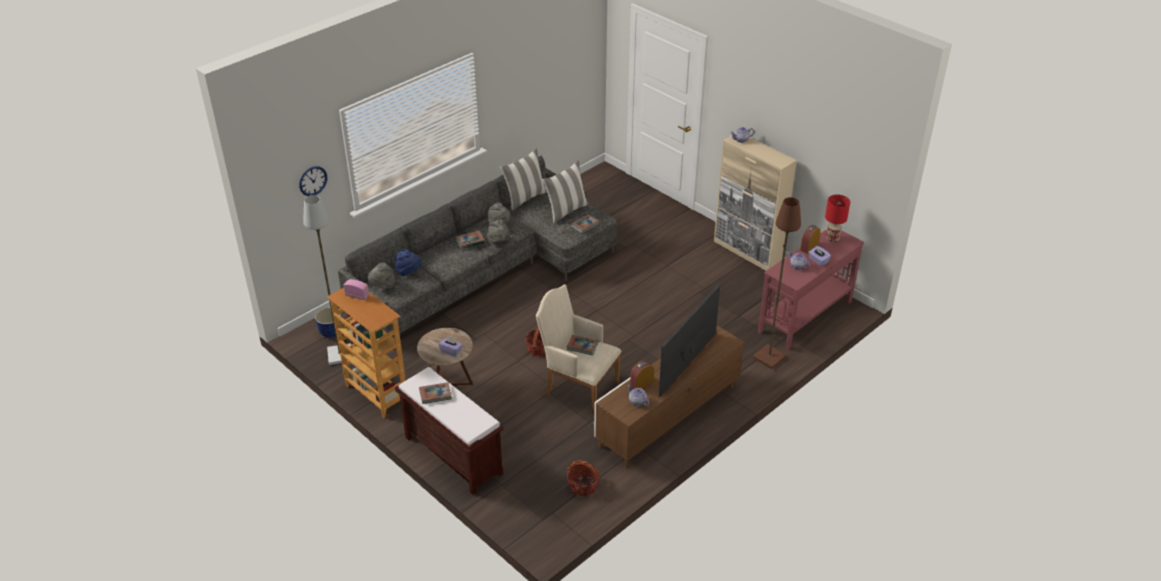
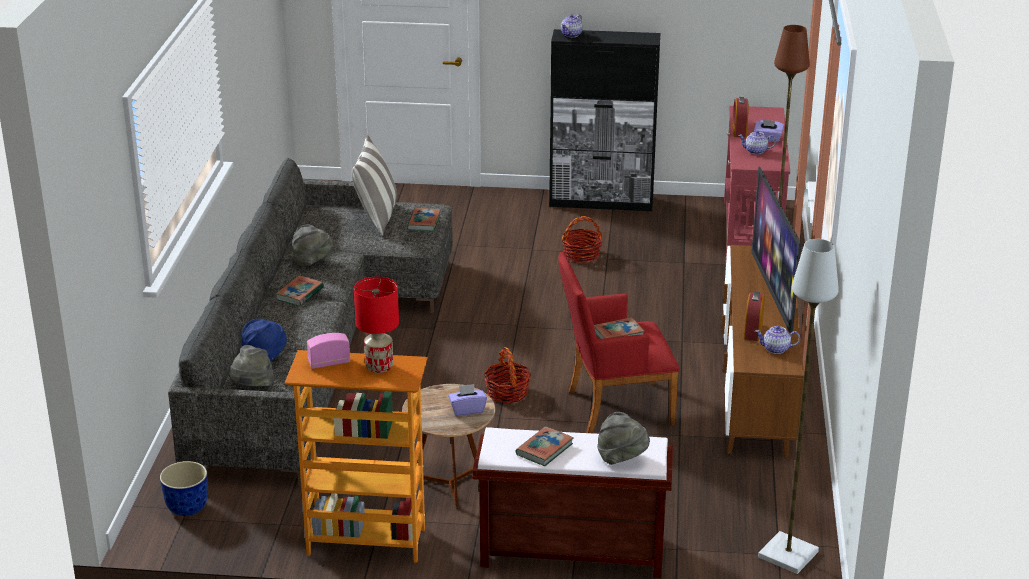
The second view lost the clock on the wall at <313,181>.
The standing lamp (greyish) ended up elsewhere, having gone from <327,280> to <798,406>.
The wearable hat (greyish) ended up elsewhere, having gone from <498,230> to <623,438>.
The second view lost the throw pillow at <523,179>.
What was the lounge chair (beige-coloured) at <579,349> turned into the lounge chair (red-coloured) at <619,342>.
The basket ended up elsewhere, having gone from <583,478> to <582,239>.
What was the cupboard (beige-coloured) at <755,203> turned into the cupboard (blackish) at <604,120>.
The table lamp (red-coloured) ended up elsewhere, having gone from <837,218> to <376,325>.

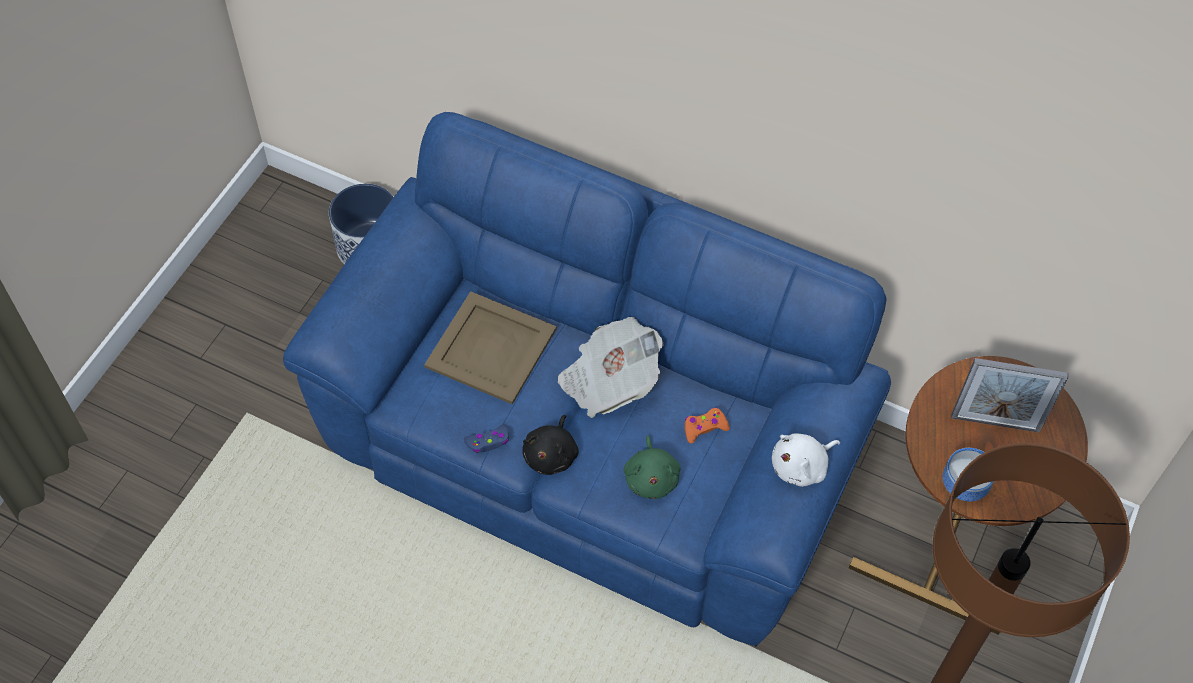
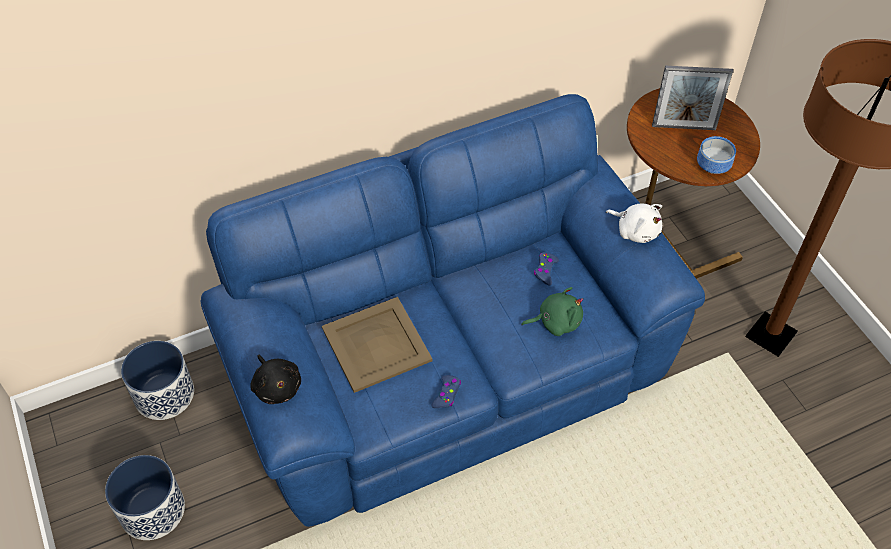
The cuddly toy (blackish) ended up elsewhere, having gone from <550,445> to <275,379>.
The second view lost the daily paper at <611,367>.
The cuddly toy (greenish) at <652,467> ended up facing another way, 45 degrees counterclockwise from before.
What was the joypad (orangey) at <707,426> turned into the joypad (blue) at <546,269>.
The cuddly toy (whitish) at <806,460> ended up facing another way, 60 degrees counterclockwise from before.
The standing frame at <1010,395> ended up facing another way, 45 degrees clockwise from before.
The second view gained the plant pot at <145,497>.

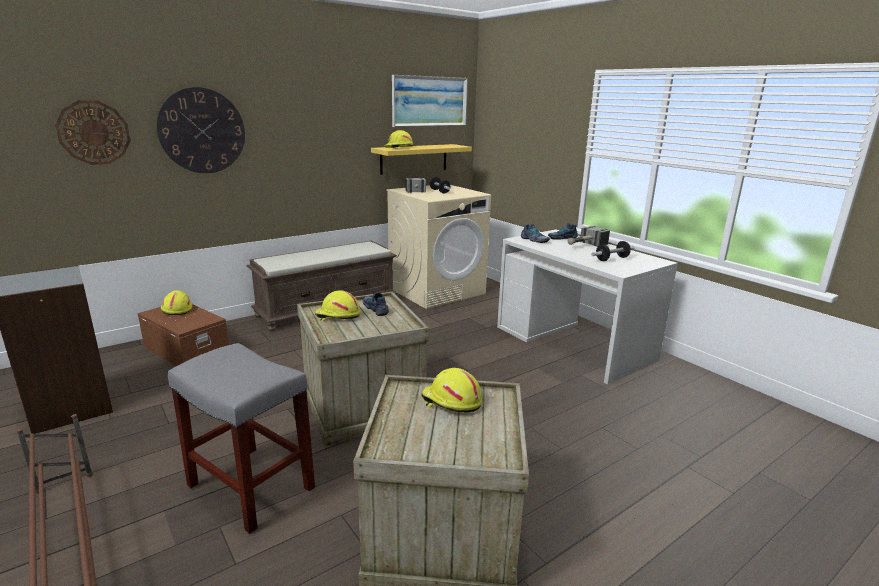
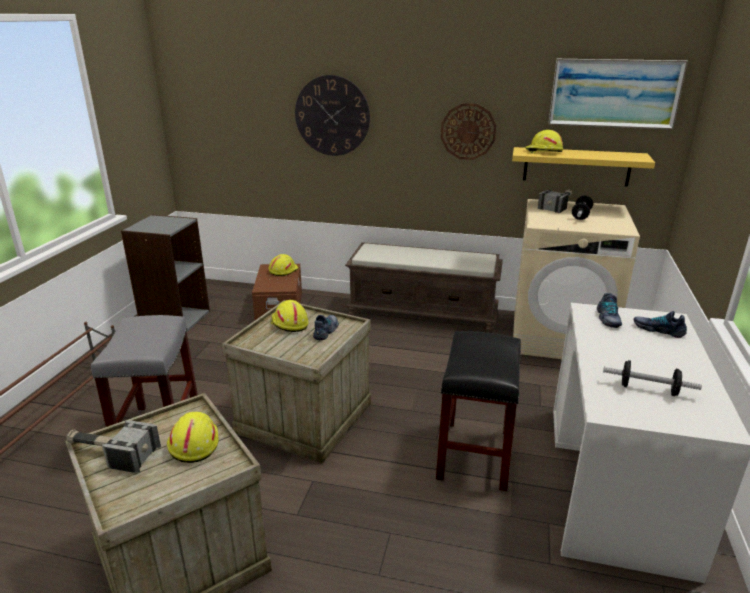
The clock on the wall ended up elsewhere, having gone from <93,132> to <469,131>.
The hammer ended up elsewhere, having gone from <588,236> to <113,446>.
The second view gained the stool seat (blackish) at <478,411>.

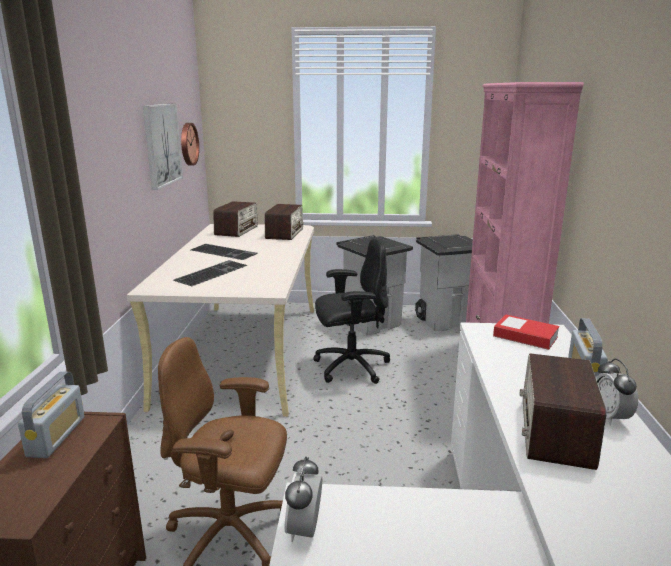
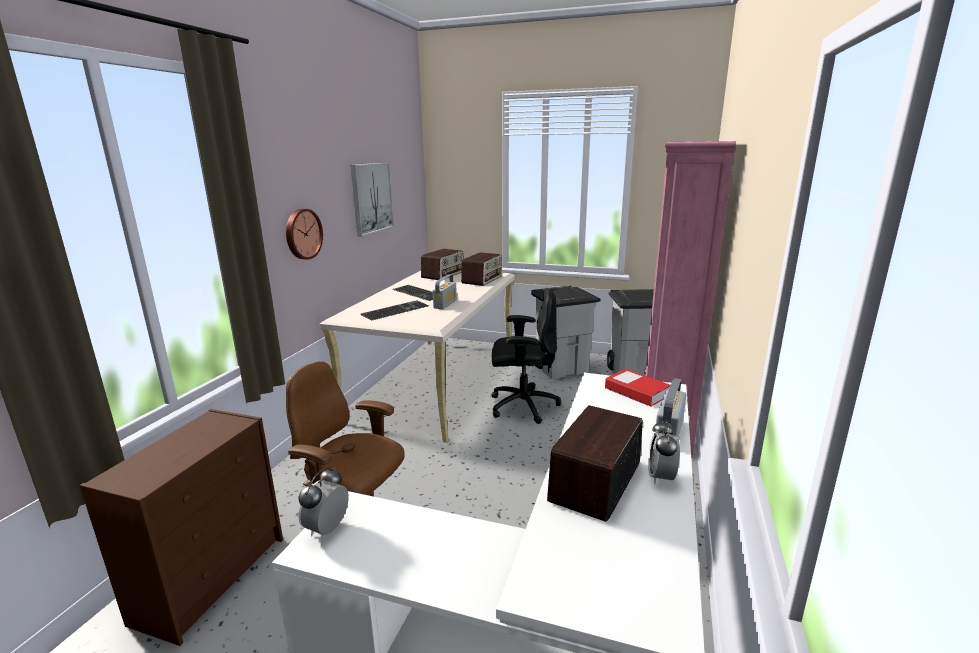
The radio ended up elsewhere, having gone from <51,414> to <445,291>.
The clock on the wall ended up elsewhere, having gone from <190,144> to <304,234>.

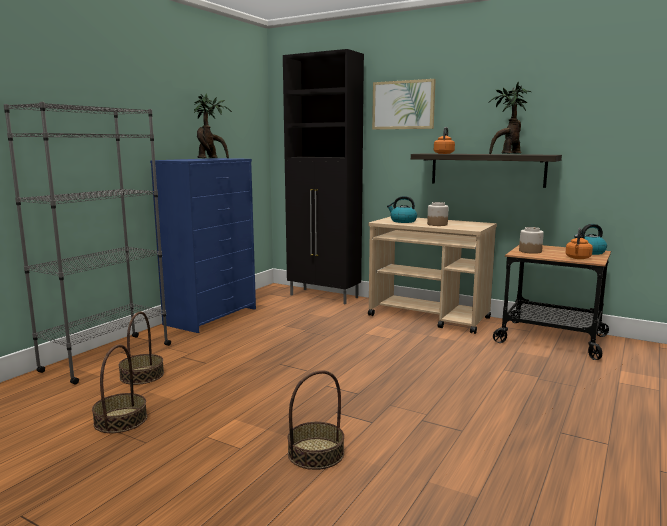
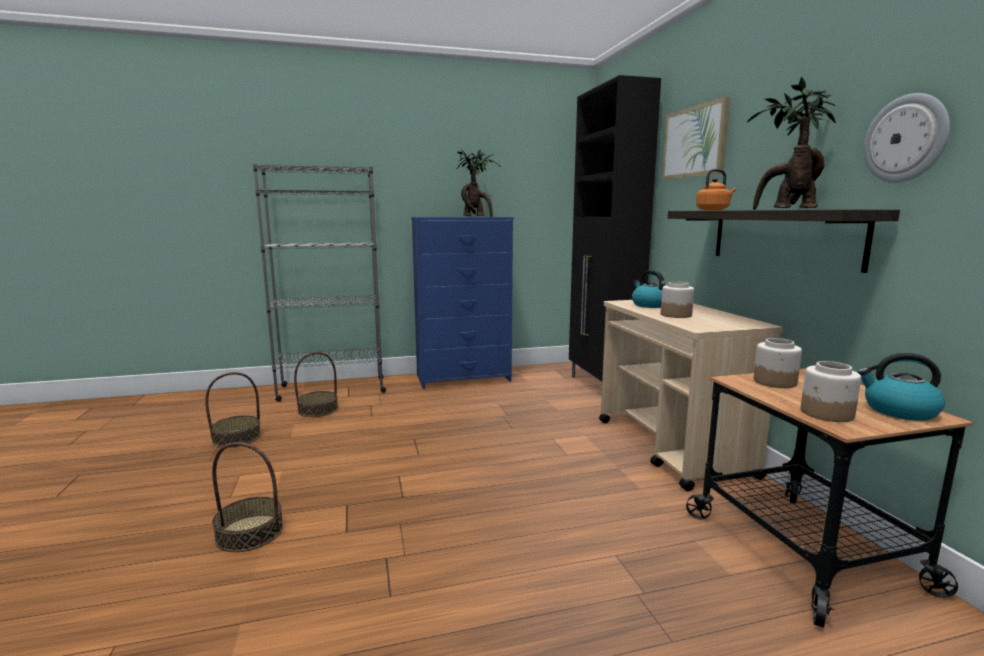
Where the tea kettle (orangey) stood at <579,243>, the preserve jar came to stand at <831,391>.
The second view gained the clock on the wall at <907,138>.

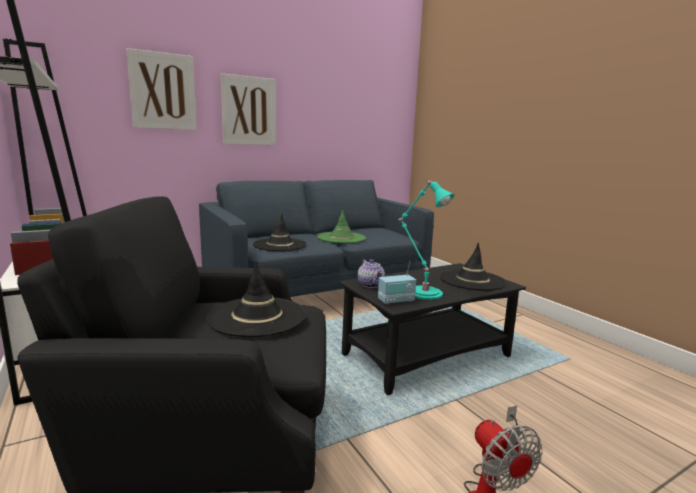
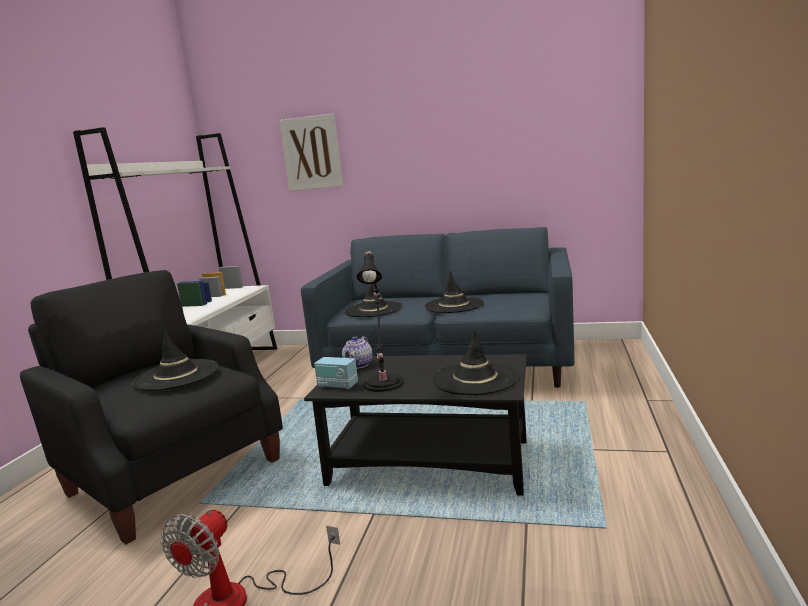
The second view lost the picture at <248,109>.
What was the wearable hat (greenish) at <342,226> turned into the wearable hat (blackish) at <454,292>.
What was the table lamp (turquoise) at <425,240> turned into the table lamp (blackish) at <380,321>.

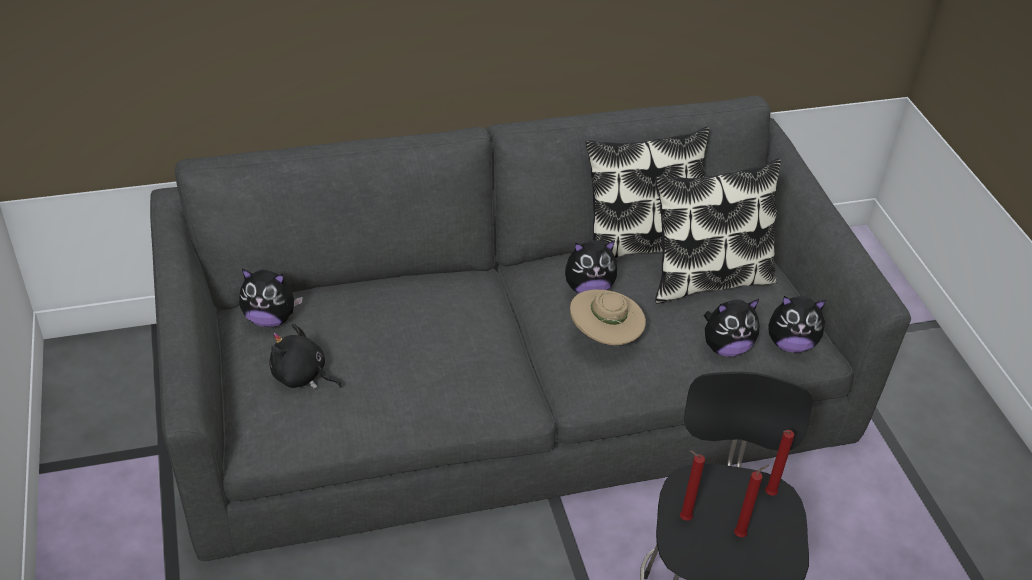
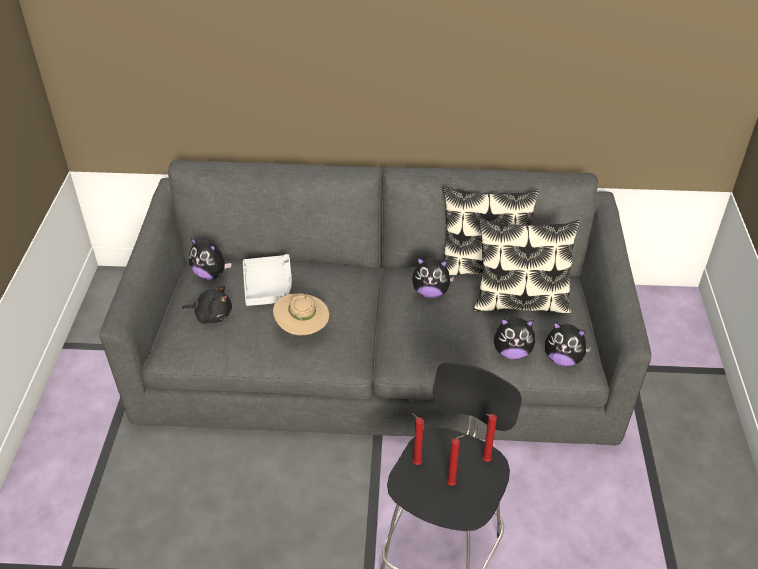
The cuddly toy (blackish) at <306,356> ended up facing another way, 150 degrees clockwise from before.
The wearable hat (beige-coloured) ended up elsewhere, having gone from <608,317> to <301,314>.
The second view gained the carrying tray (greyish) at <267,280>.

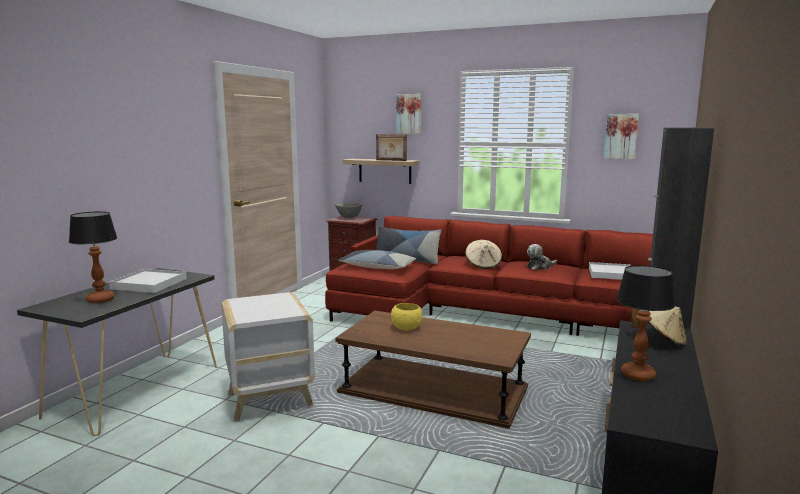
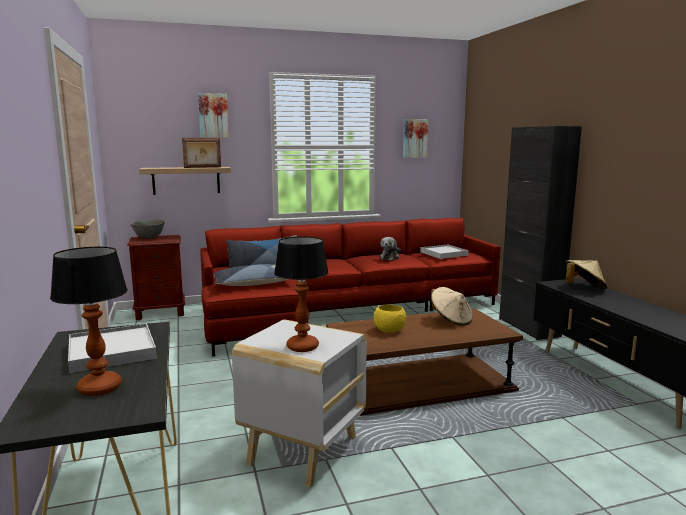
The wearable hat (beige-coloured) ended up elsewhere, having gone from <483,254> to <452,306>.
The table lamp ended up elsewhere, having gone from <645,323> to <301,294>.

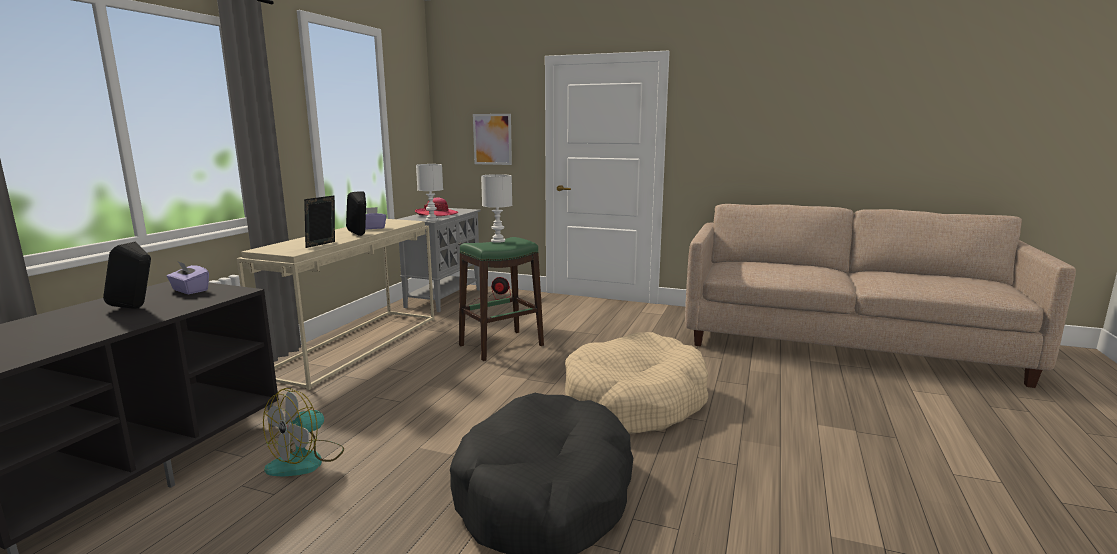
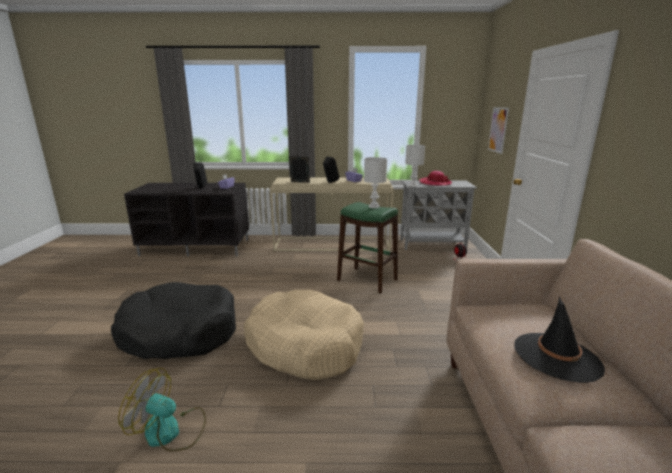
The electric fan ended up elsewhere, having gone from <303,432> to <162,410>.
The second view gained the wearable hat (blackish) at <559,340>.

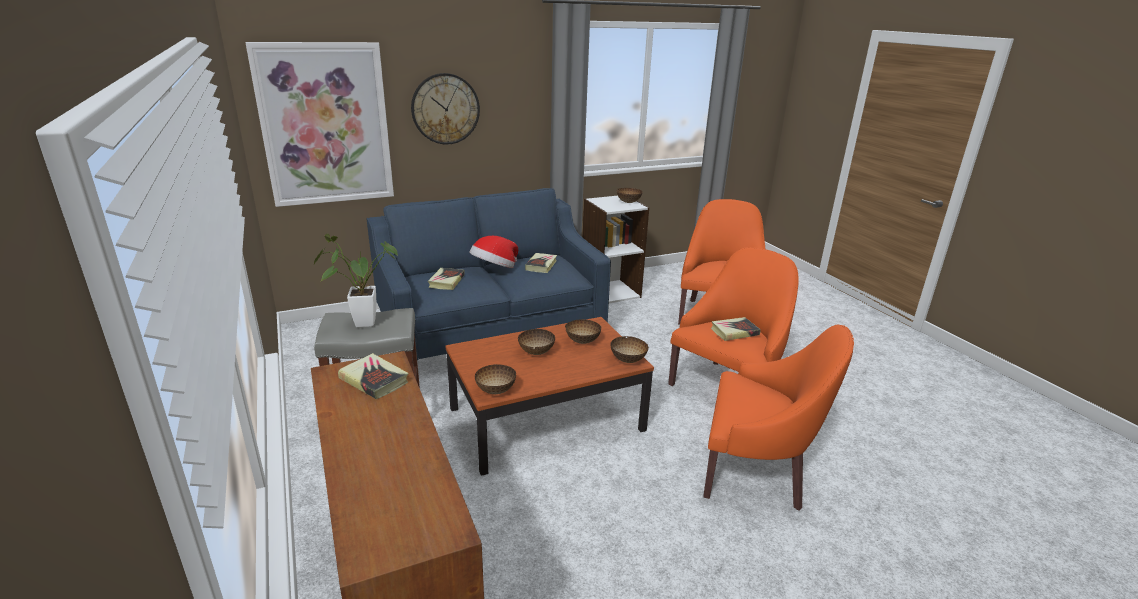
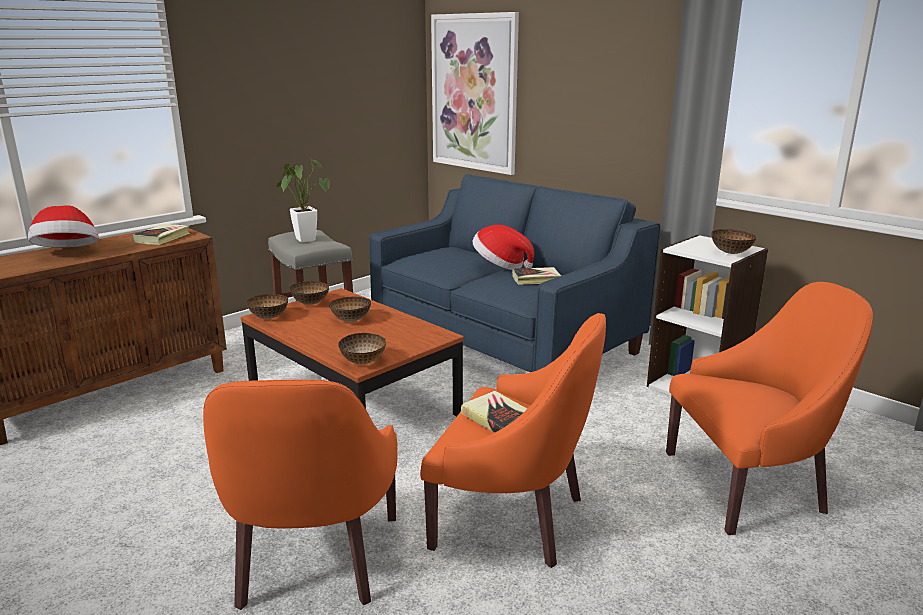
The second view lost the clock on the wall at <445,108>.
The second view lost the volume at <446,279>.
The serving bowl ended up elsewhere, having gone from <583,331> to <309,293>.
The second view gained the wearable hat at <63,226>.

